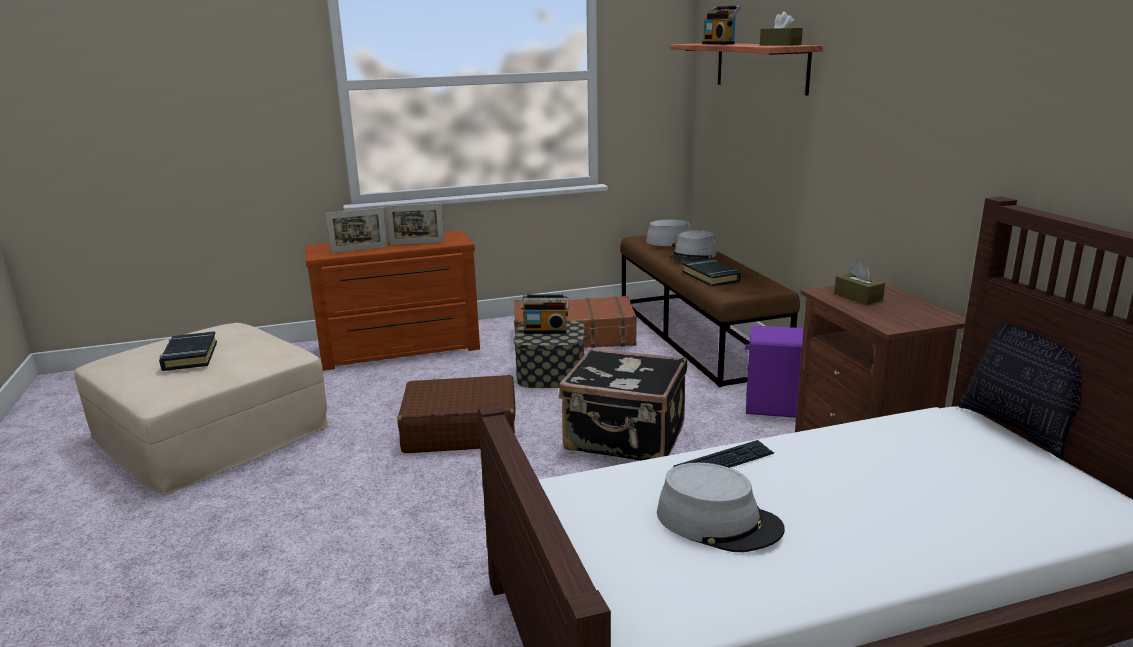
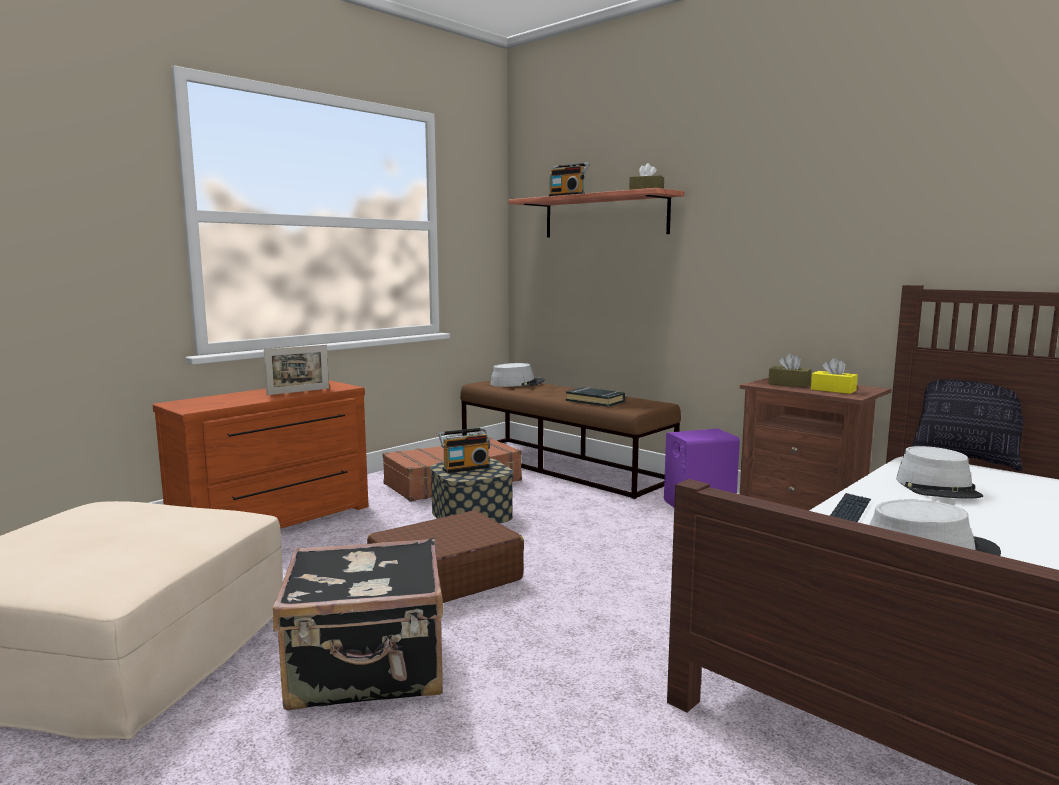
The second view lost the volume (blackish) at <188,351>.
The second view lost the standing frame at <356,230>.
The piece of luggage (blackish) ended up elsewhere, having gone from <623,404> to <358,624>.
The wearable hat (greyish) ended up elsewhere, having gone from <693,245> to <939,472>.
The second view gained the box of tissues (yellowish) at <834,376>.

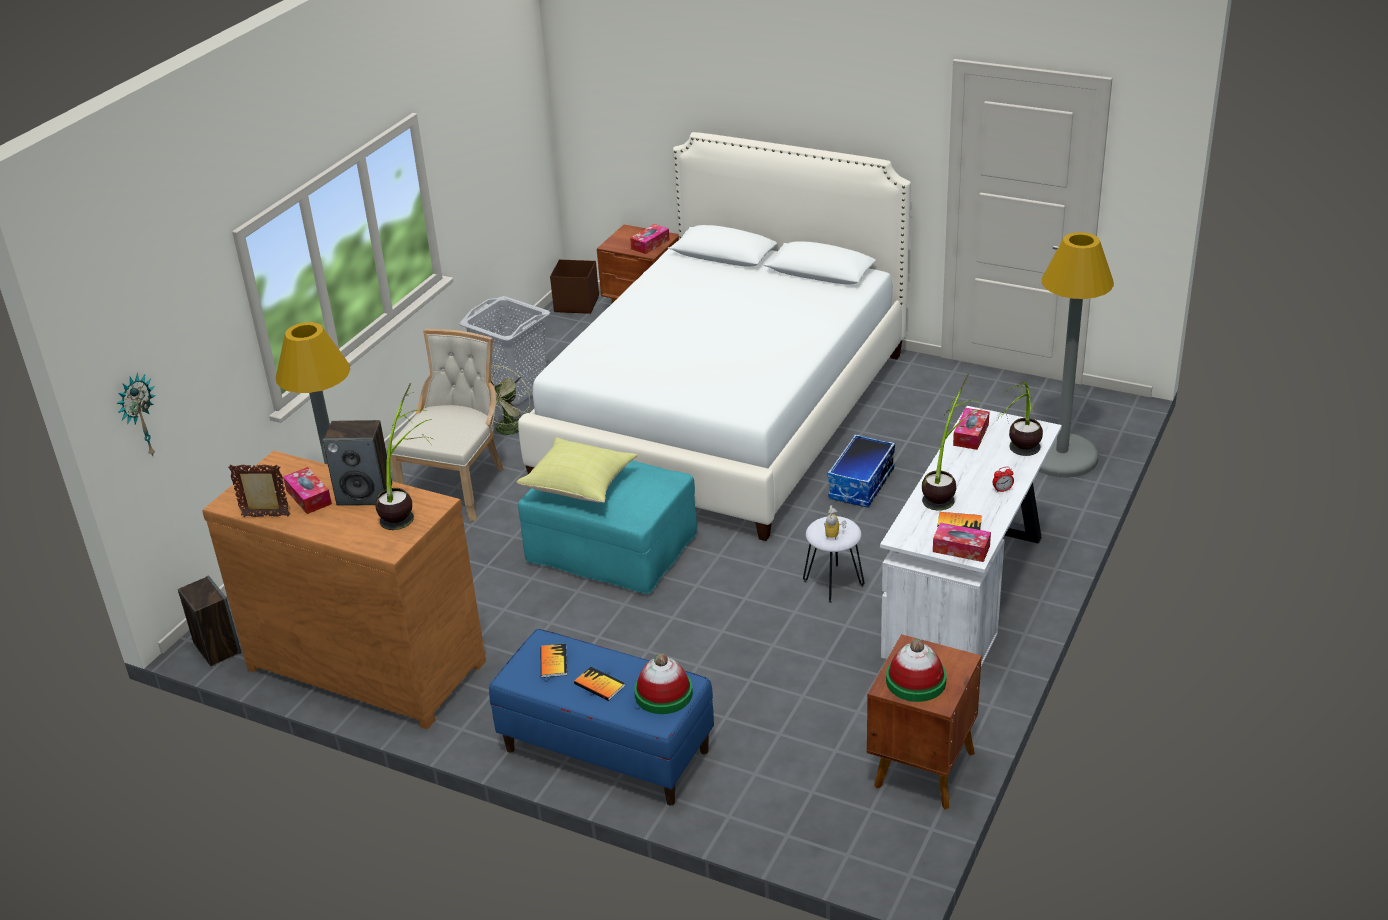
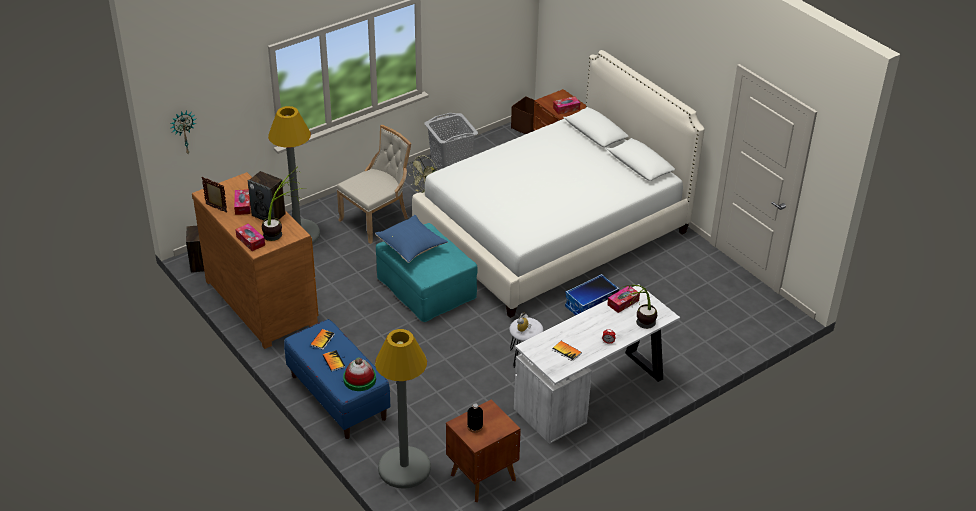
What was the throw pillow (yellowish) at <577,470> turned into the throw pillow (blue) at <411,239>.
Where the wearable hat stood at <916,670>, the beverage bottle (blackish) came to stand at <475,418>.
The second view lost the potted plant at <952,442>.
The box of tissues ended up elsewhere, having gone from <962,542> to <250,237>.
The standing lamp (greyish) ended up elsewhere, having gone from <1076,355> to <403,409>.

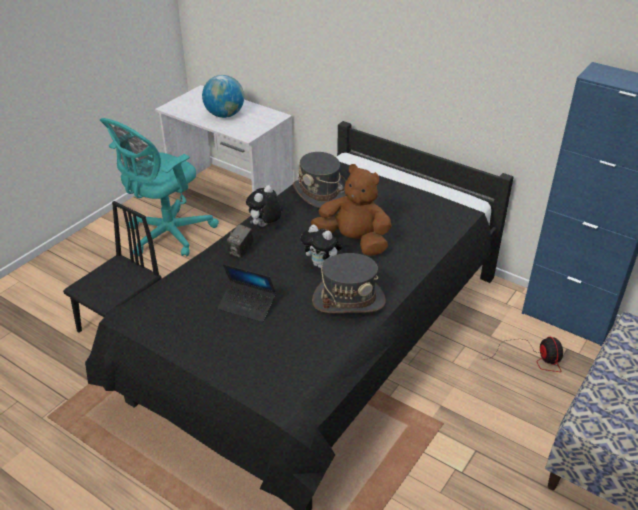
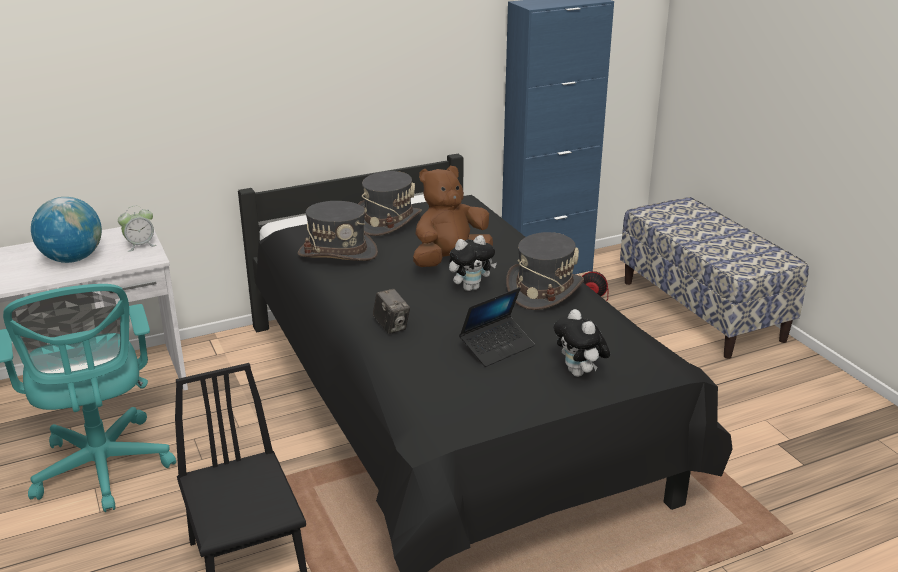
The cuddly toy ended up elsewhere, having gone from <264,206> to <582,343>.
The second view gained the alarm clock at <137,229>.
The second view gained the wearable hat (greyish) at <390,203>.

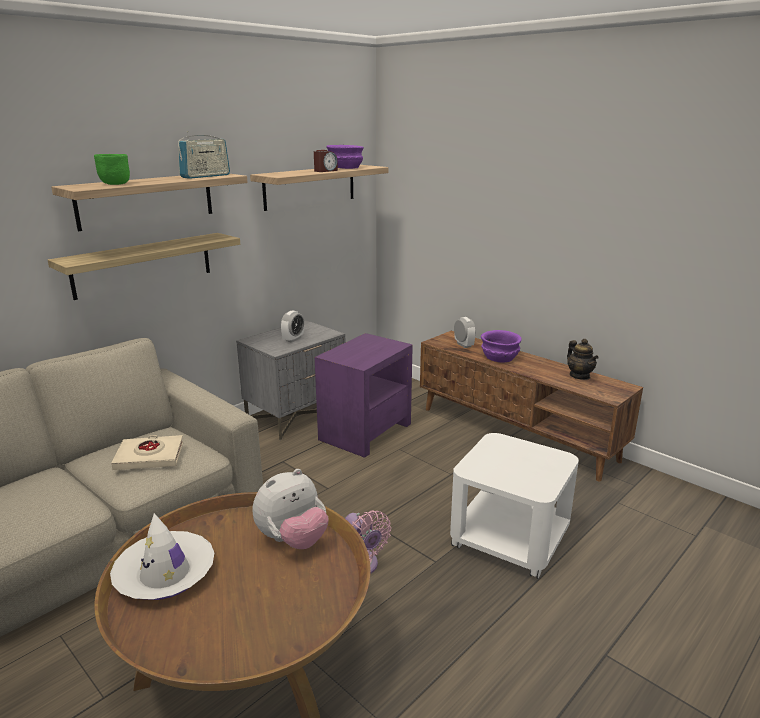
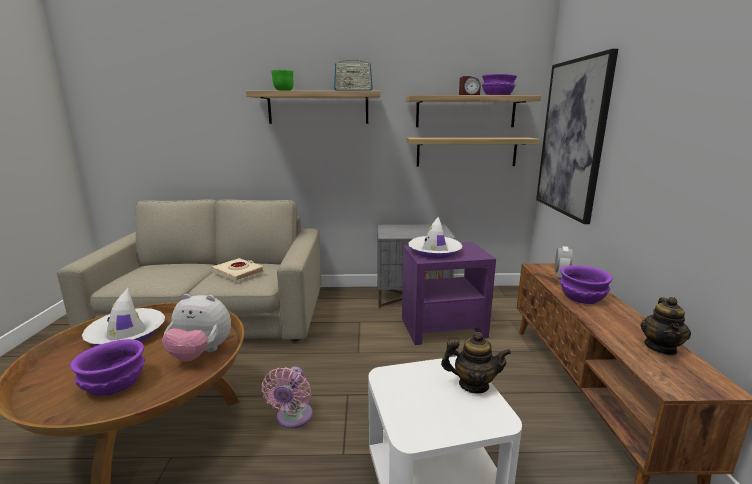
The wall shelf ended up elsewhere, having gone from <144,266> to <473,152>.
The second view lost the alarm clock at <292,326>.
The second view gained the serving bowl (purple) at <107,367>.
The second view gained the wearable hat (whitish) at <435,237>.
The second view gained the teapot at <476,363>.
The second view gained the picture at <577,136>.

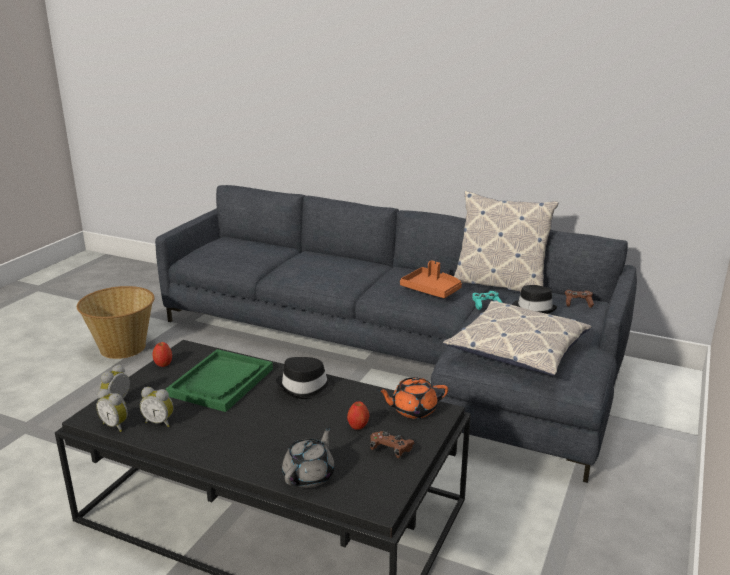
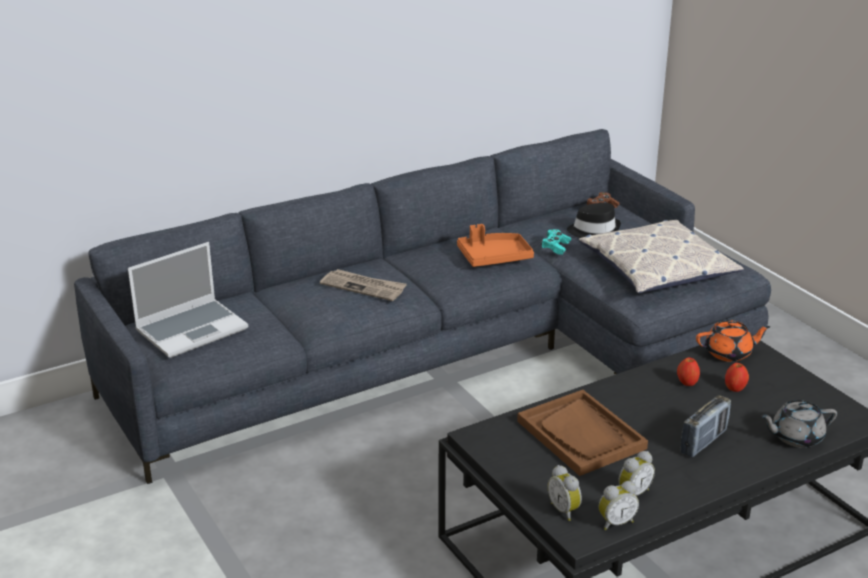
The second view lost the basket at <116,322>.
The whole apple ended up elsewhere, having gone from <162,354> to <688,372>.
What was the carrying tray (greenish) at <219,380> turned into the carrying tray (brown-coloured) at <582,433>.
The second view lost the wearable hat (blackish) at <305,378>.
The teapot (greyish) at <308,457> ended up facing another way, 75 degrees counterclockwise from before.
The second view lost the joypad (brown-coloured) at <392,444>.
The teapot (orangey) at <412,398> ended up facing another way, 120 degrees counterclockwise from before.
The second view lost the throw pillow at <506,241>.
The second view gained the notebook computer at <188,300>.
The second view gained the daily paper at <363,285>.
The second view gained the radio at <705,426>.

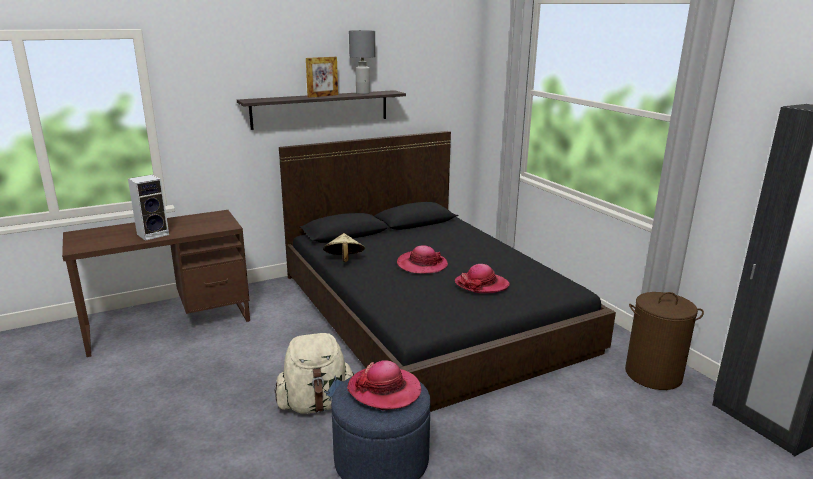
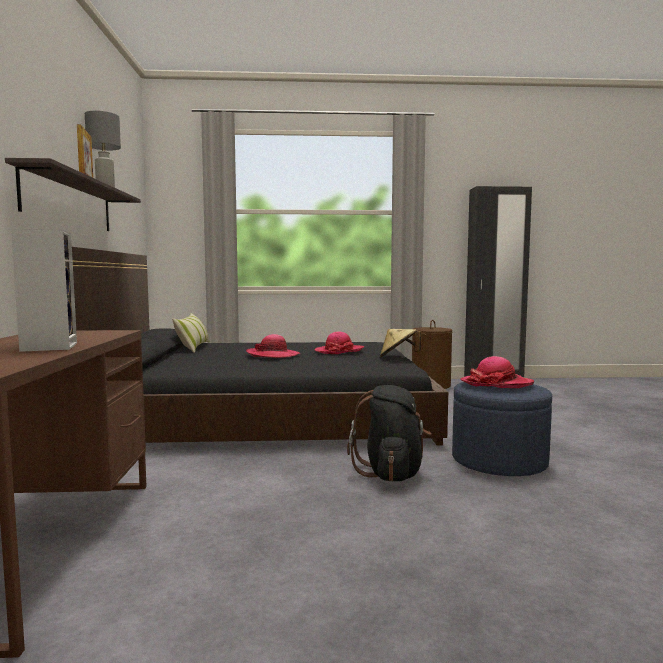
What was the knapsack (beige-coloured) at <314,373> turned into the knapsack (blackish) at <389,433>.
The wearable hat (beige-coloured) ended up elsewhere, having gone from <344,247> to <400,343>.
The second view gained the throw pillow at <190,333>.

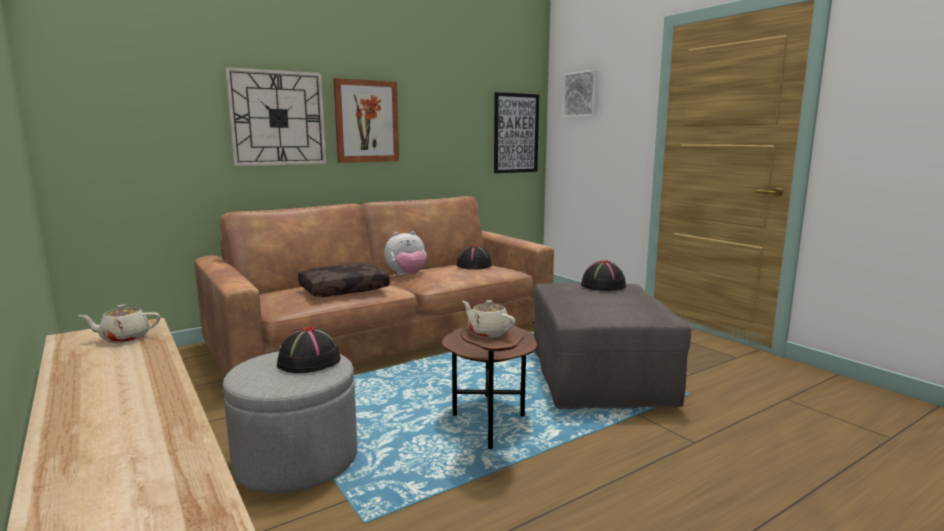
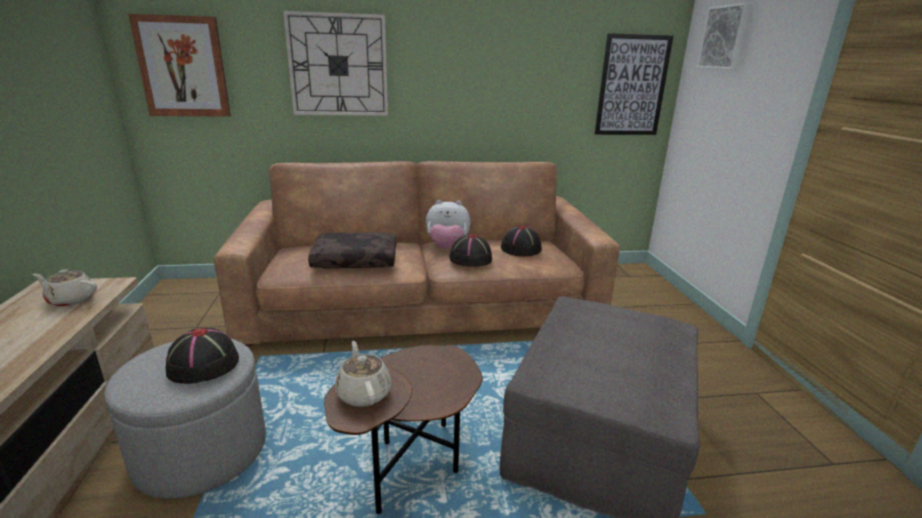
The picture ended up elsewhere, having gone from <366,120> to <179,65>.
The wearable hat (blackish) ended up elsewhere, having gone from <603,275> to <470,250>.

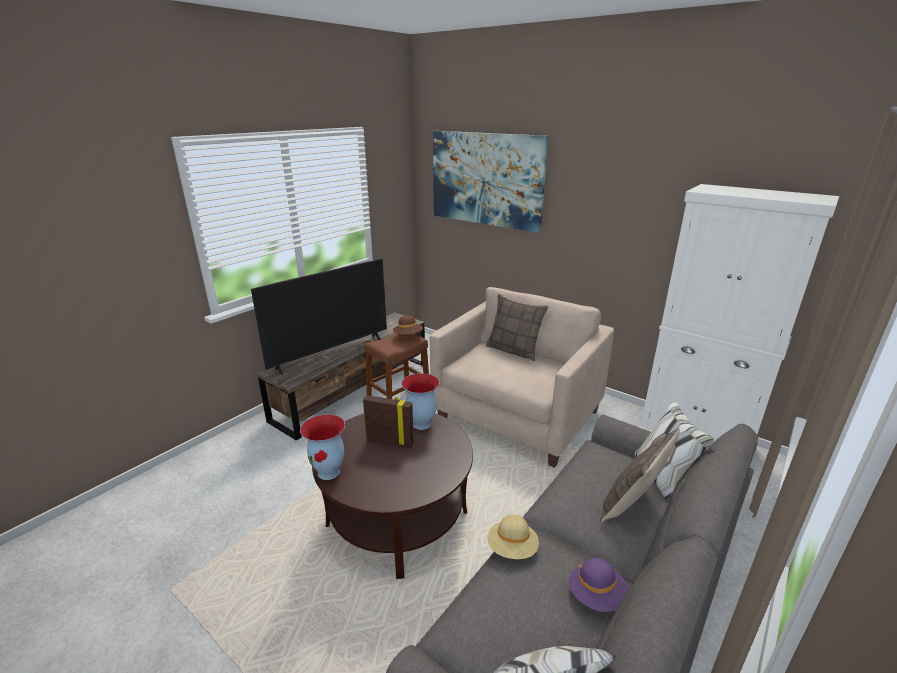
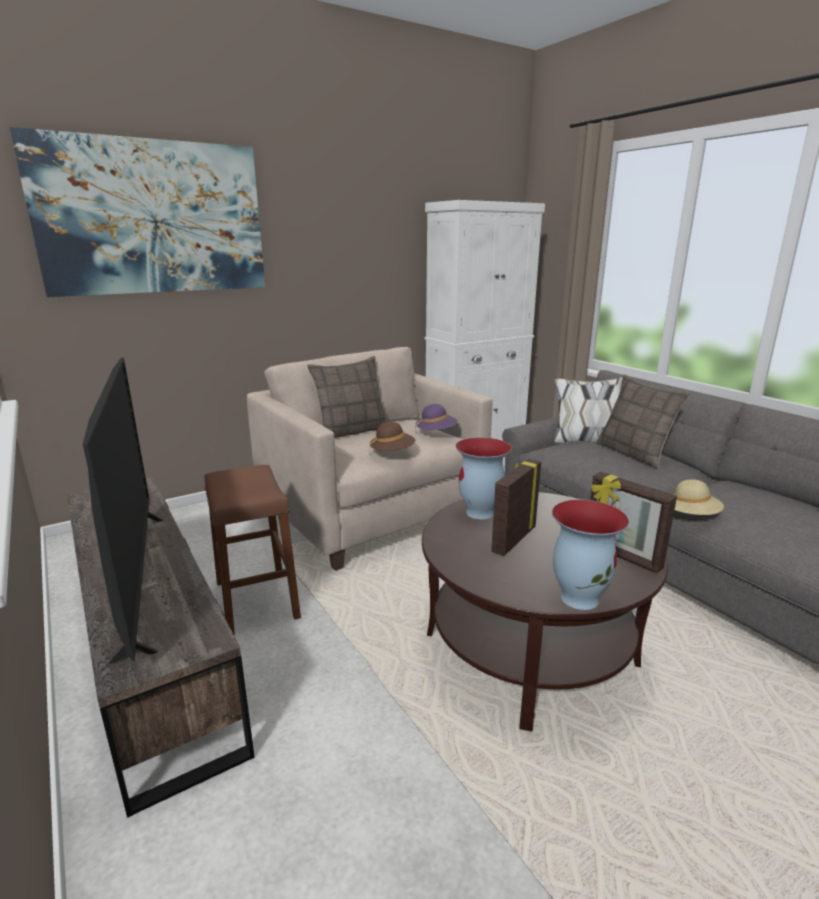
The wearable hat (brown-coloured) ended up elsewhere, having gone from <408,324> to <392,437>.
The wearable hat (purple) ended up elsewhere, having gone from <599,585> to <436,418>.
The second view gained the standing frame at <633,522>.

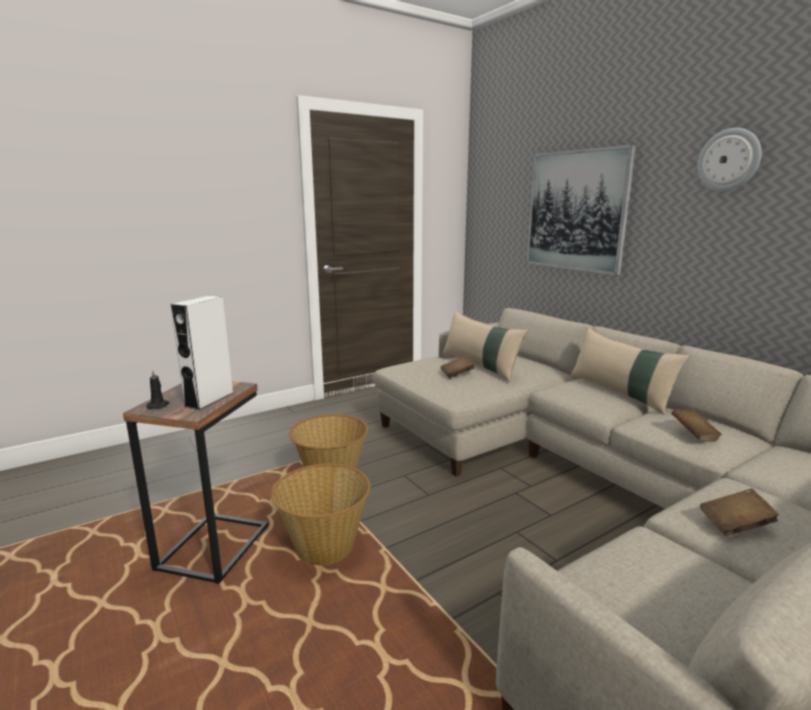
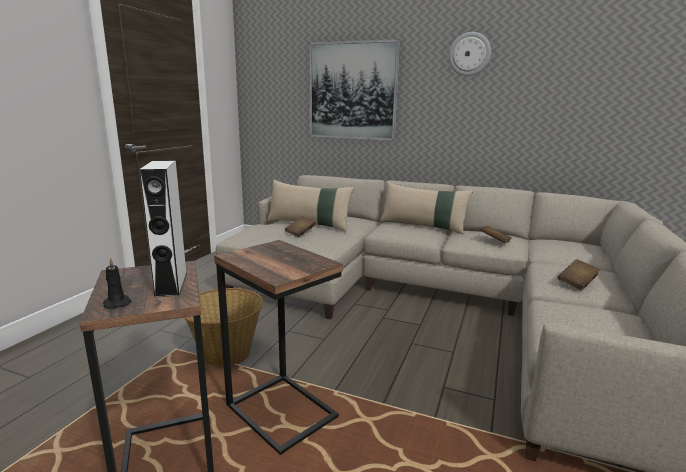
Where the basket stood at <321,514>, the accent table came to stand at <278,347>.

